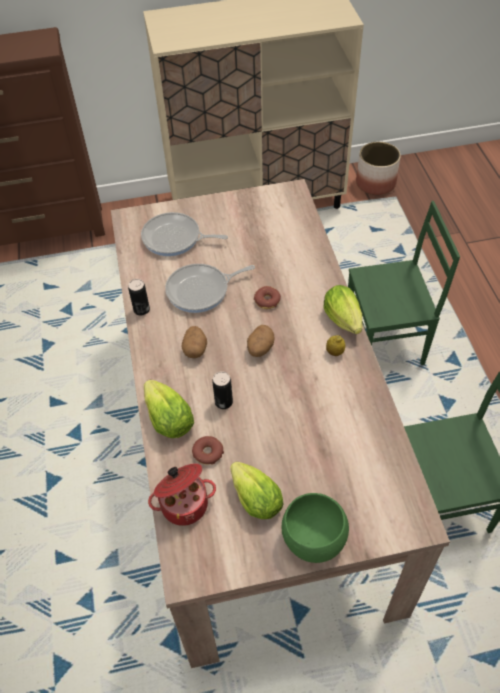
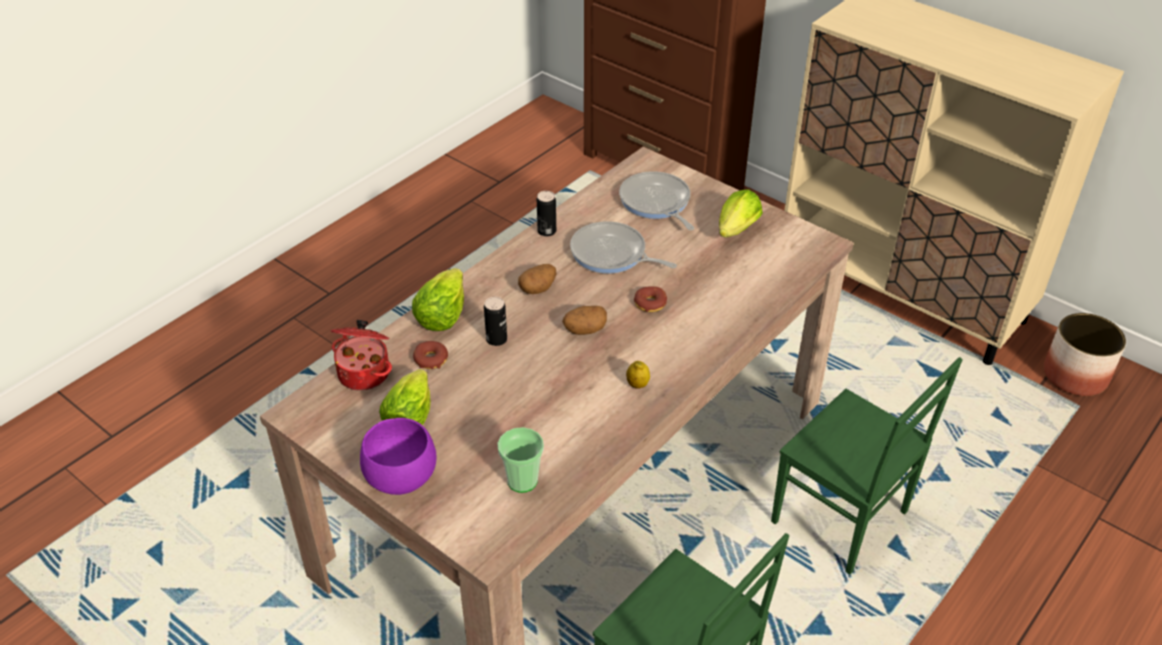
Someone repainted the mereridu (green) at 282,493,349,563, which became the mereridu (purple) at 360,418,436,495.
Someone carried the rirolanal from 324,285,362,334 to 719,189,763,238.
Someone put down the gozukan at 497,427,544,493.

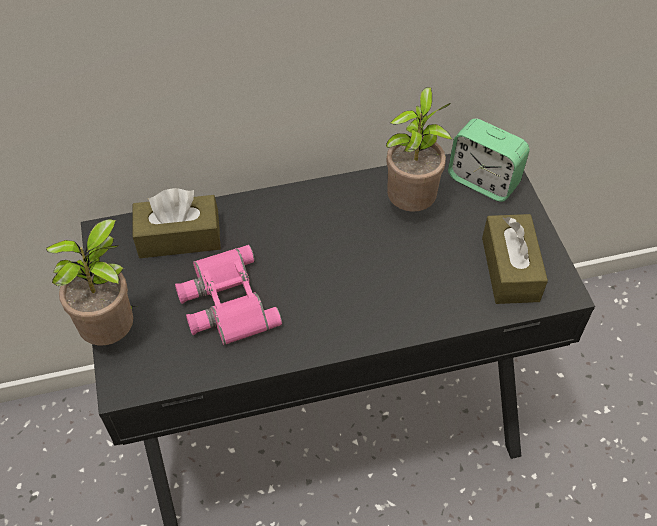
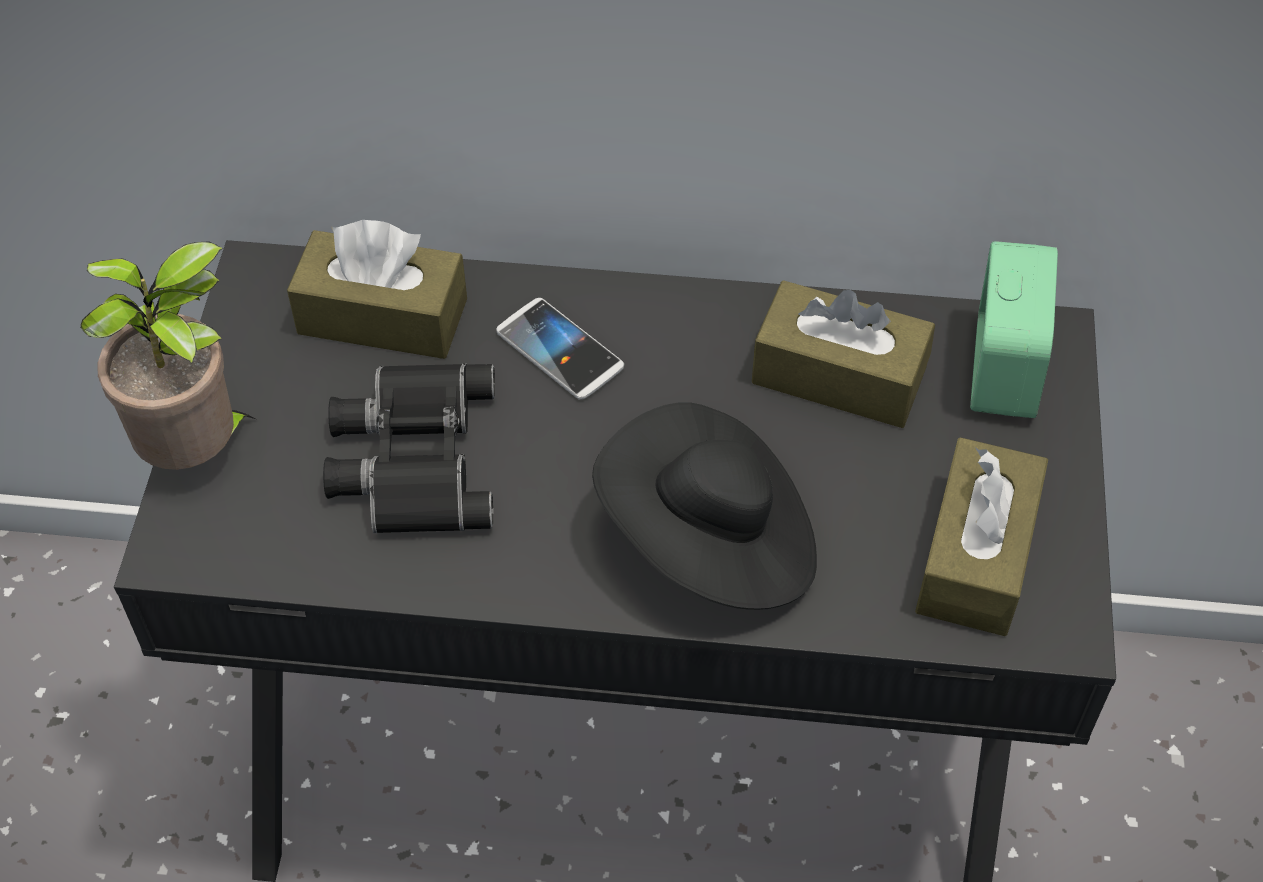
Someone repainted the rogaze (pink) at 175,245,282,345, which became the rogaze (black) at 323,363,495,533.
Someone swapped the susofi at 386,87,452,212 for the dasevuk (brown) at 752,280,935,428.
Someone rotated the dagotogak at 448,119,530,202 by 135 degrees counterclockwise.
Someone put down the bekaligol at 496,298,624,400.
Someone put down the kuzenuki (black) at 592,402,817,610.

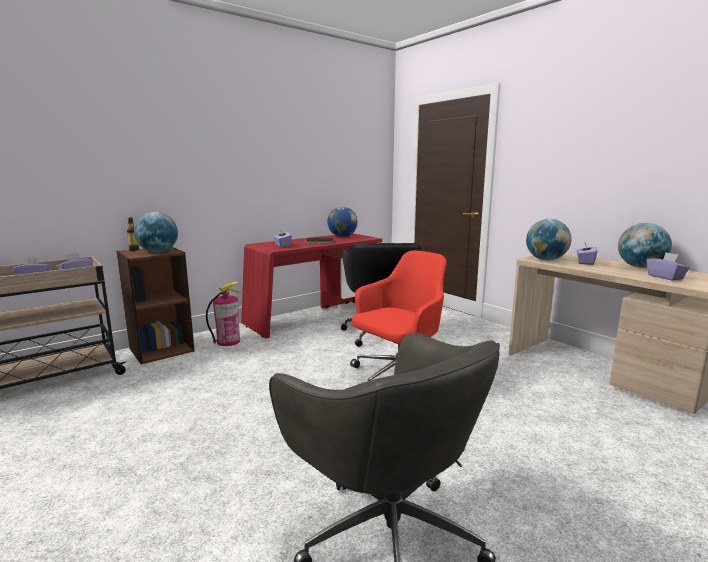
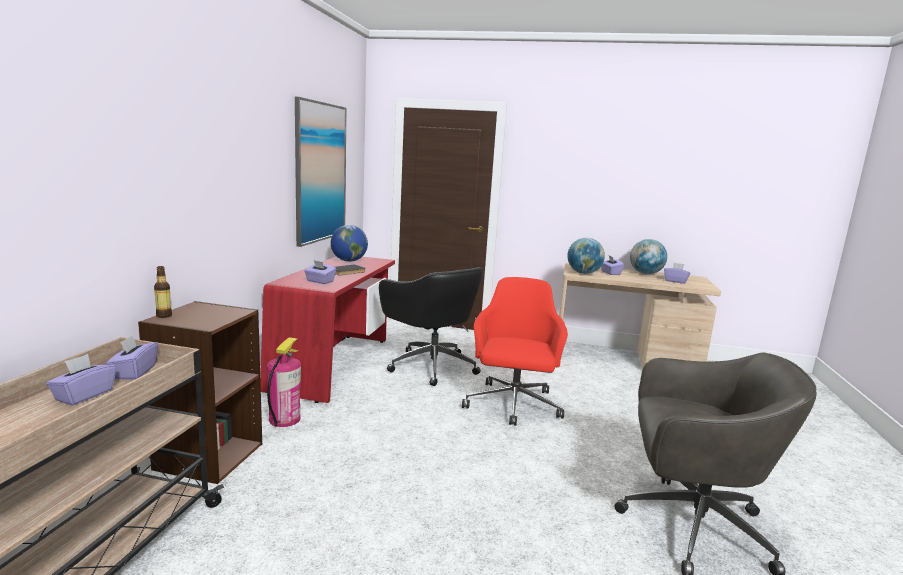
Someone took away the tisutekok at 134,212,178,252.
Someone put up the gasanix at 295,97,346,247.

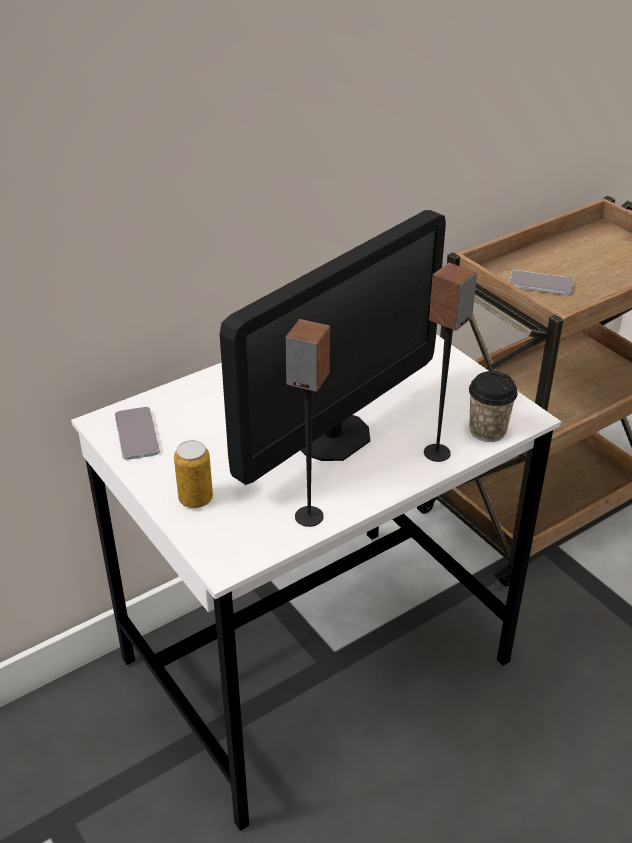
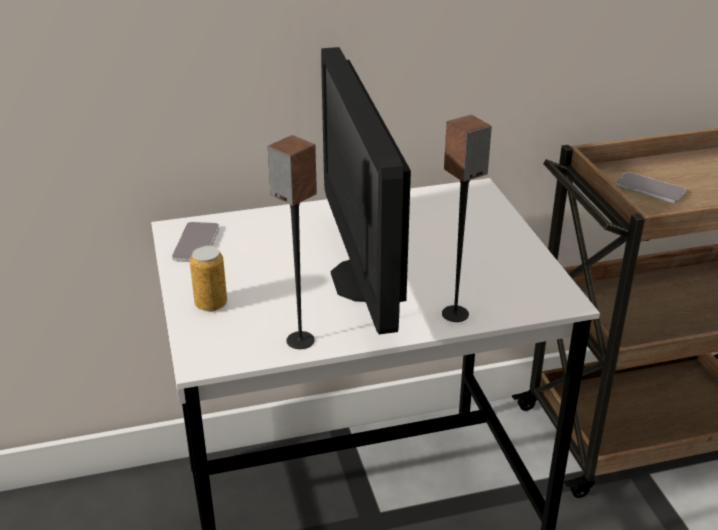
Someone rotated the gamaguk at 220,210,446,485 by 105 degrees clockwise.
Someone took away the gozukan at 469,371,518,442.

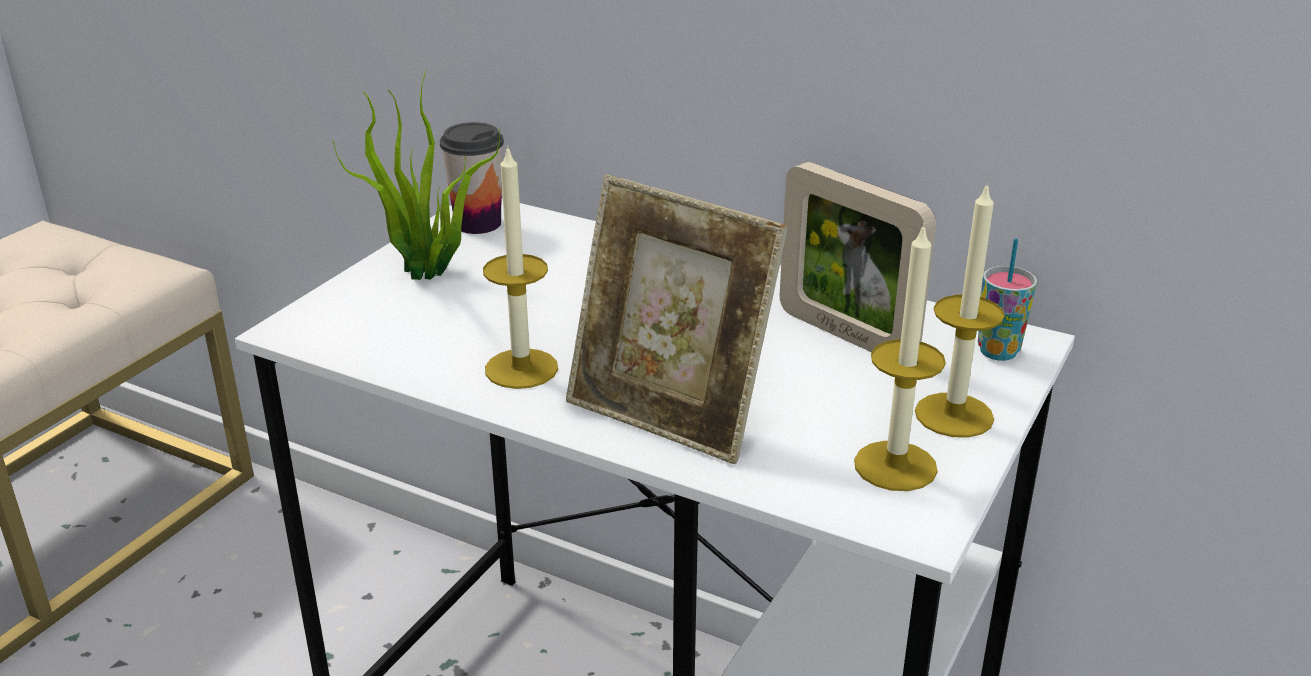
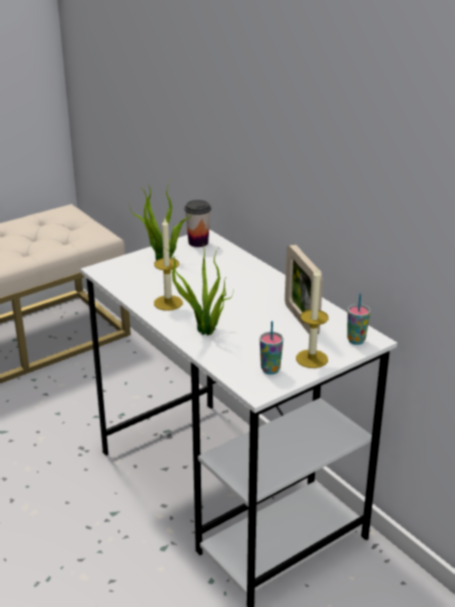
Someone swapped the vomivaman at 566,174,788,464 for the susofi at 164,246,233,336.
Someone swapped the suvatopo at 854,223,946,491 for the gozukan at 260,321,283,375.

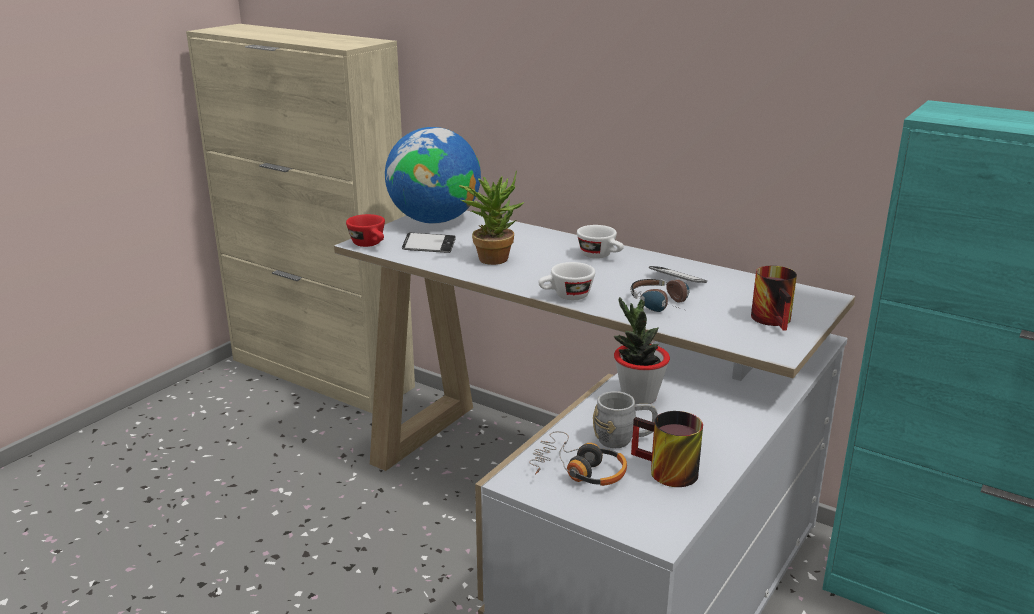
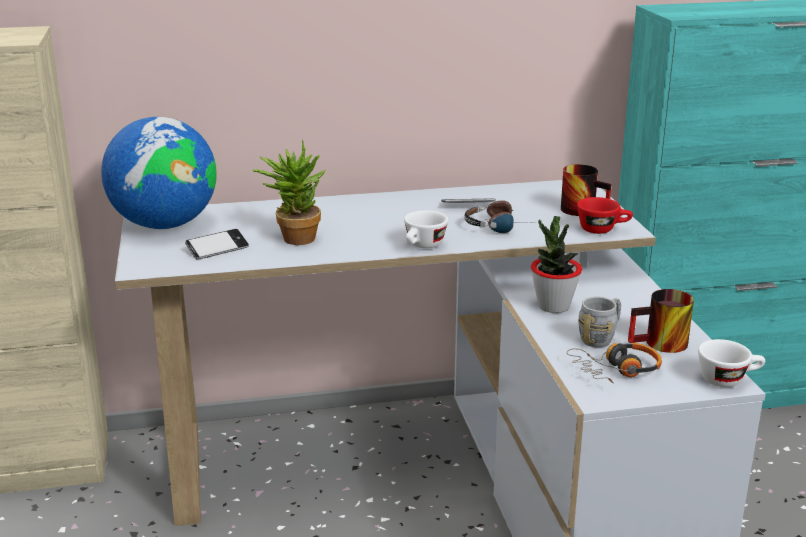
Someone carried the gozukan (red) from 346,214,385,247 to 577,197,633,234.
Someone carried the gozukan (white) from 577,225,624,259 to 698,339,765,387.

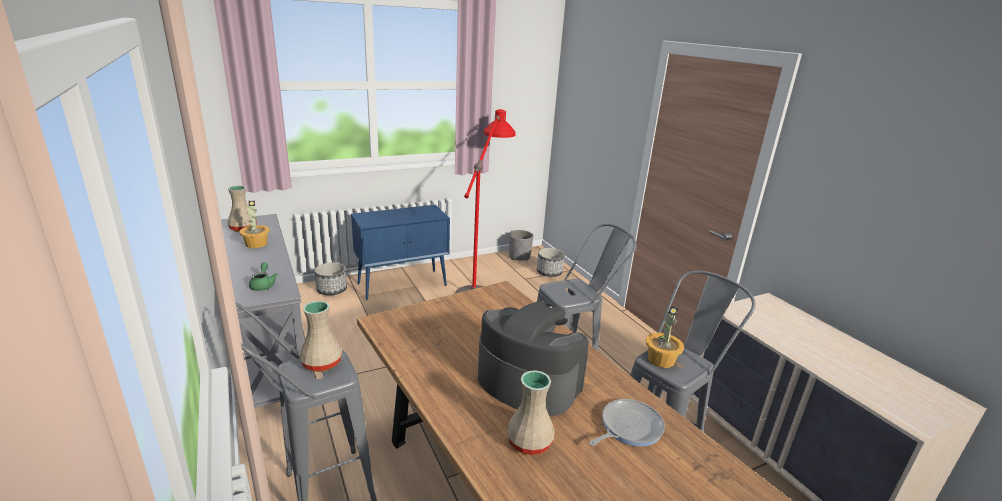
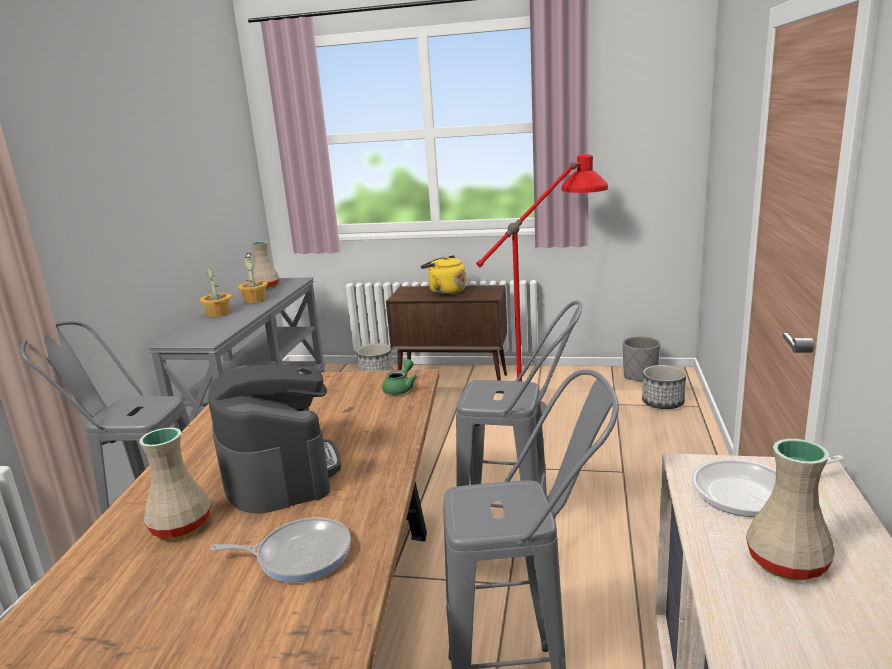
Someone carried the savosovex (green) from 249,262,278,291 to 382,359,417,395.
Someone carried the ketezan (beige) from 300,301,343,372 to 746,439,835,580.
Someone repainted the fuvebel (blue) at 351,205,450,300, which became the fuvebel (brown) at 386,285,507,394.
Someone carried the susofi from 646,306,684,368 to 200,267,232,317.
Someone put down the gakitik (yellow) at 421,255,466,295.
Someone put down the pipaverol at 692,455,844,517.

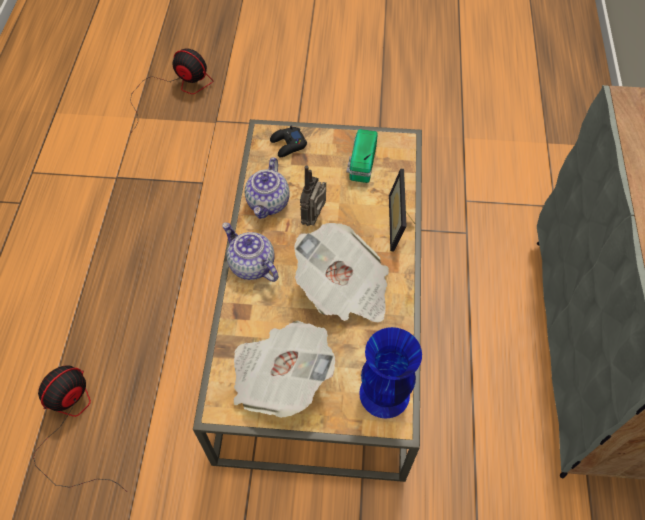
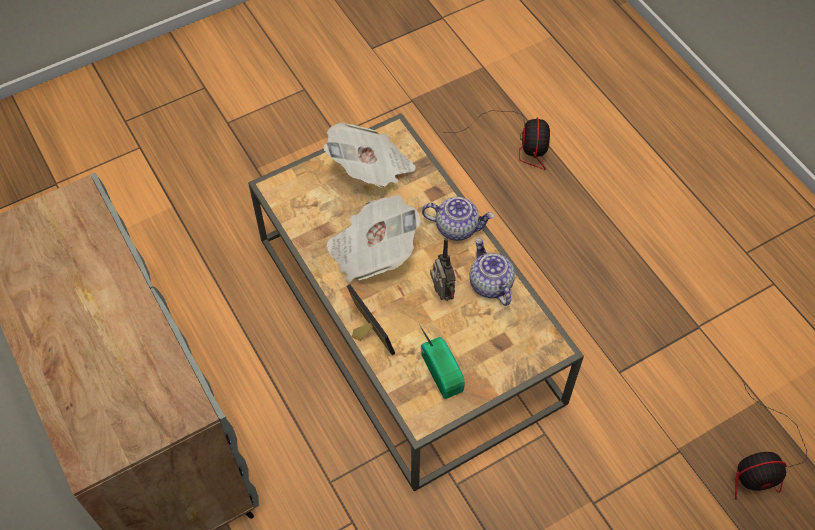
Someone took away the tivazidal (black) at 270,126,307,157.
Someone took away the ketezan (blue) at 359,327,422,418.

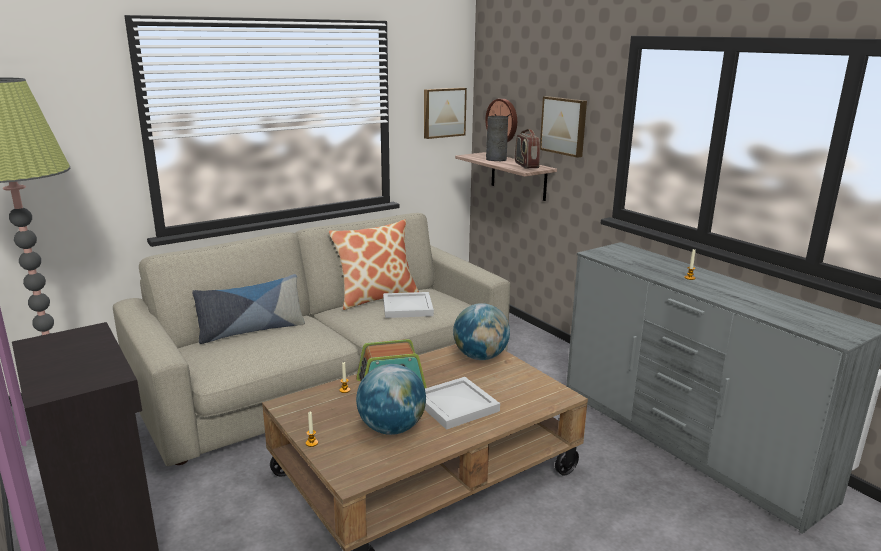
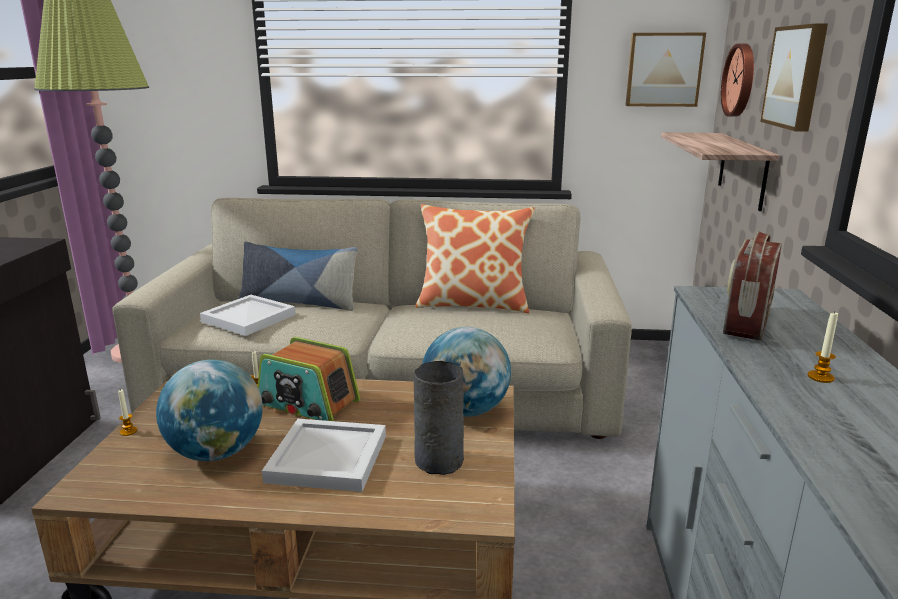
Someone carried the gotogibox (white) from 383,292,434,318 to 200,295,296,336.
Someone carried the ketezan (grey) from 486,116,508,161 to 414,361,464,475.
Someone carried the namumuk from 515,129,540,168 to 723,231,782,341.

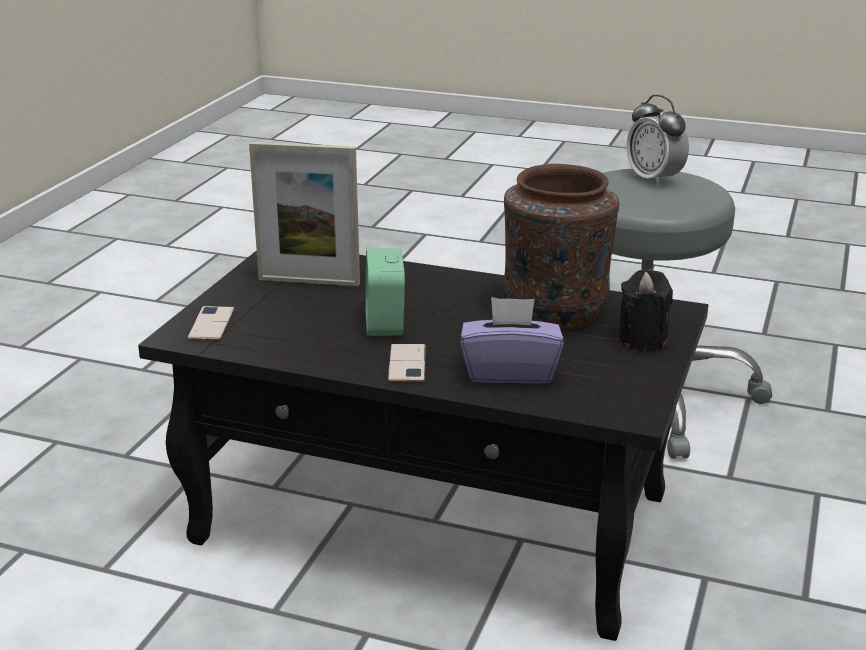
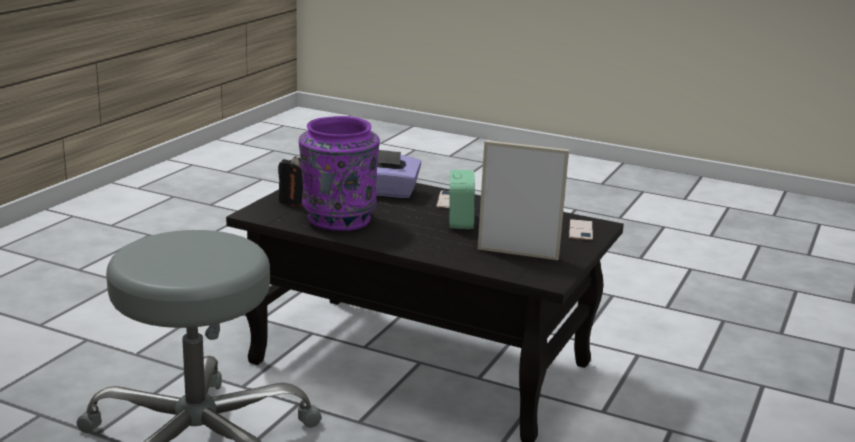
Someone repainted the ketezan (brown) at 504,164,619,331, which became the ketezan (purple) at 299,116,380,231.
Someone took away the dagotogak at 626,95,689,187.

